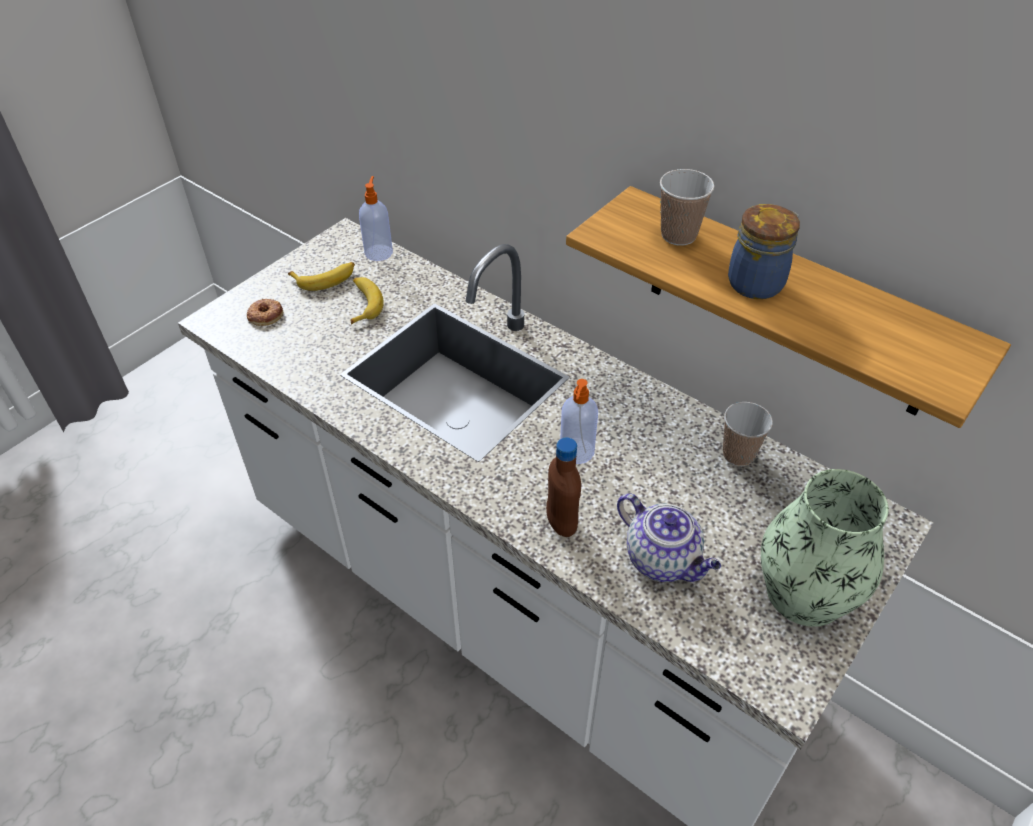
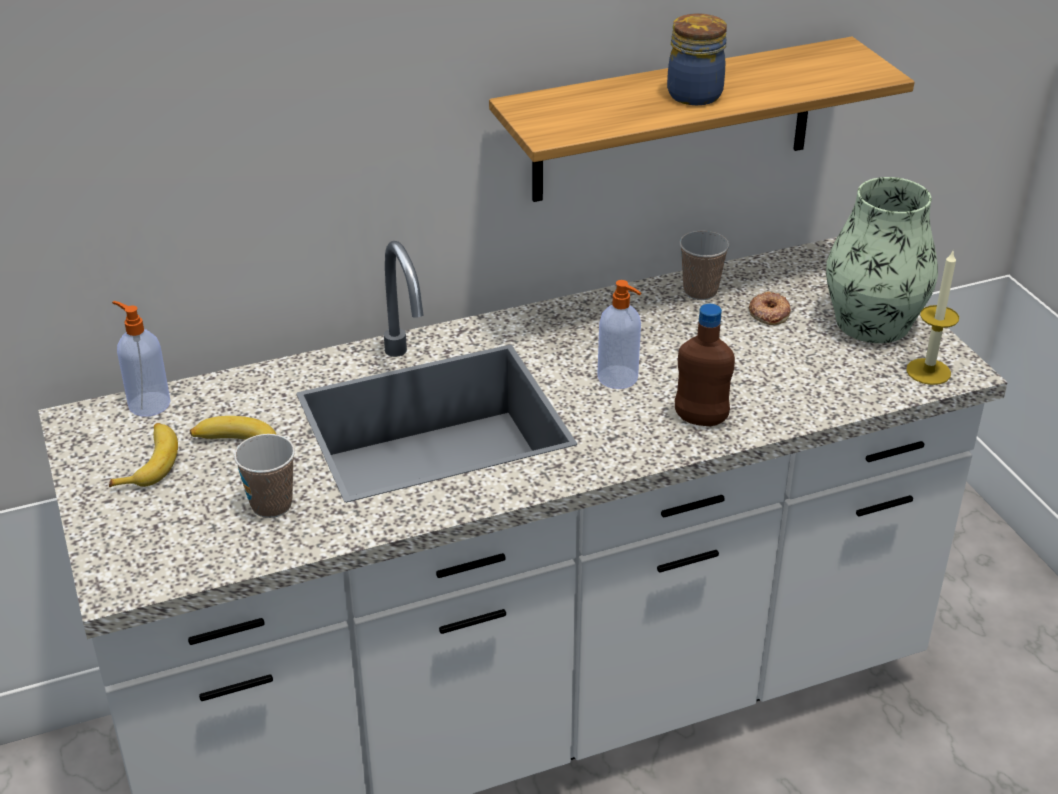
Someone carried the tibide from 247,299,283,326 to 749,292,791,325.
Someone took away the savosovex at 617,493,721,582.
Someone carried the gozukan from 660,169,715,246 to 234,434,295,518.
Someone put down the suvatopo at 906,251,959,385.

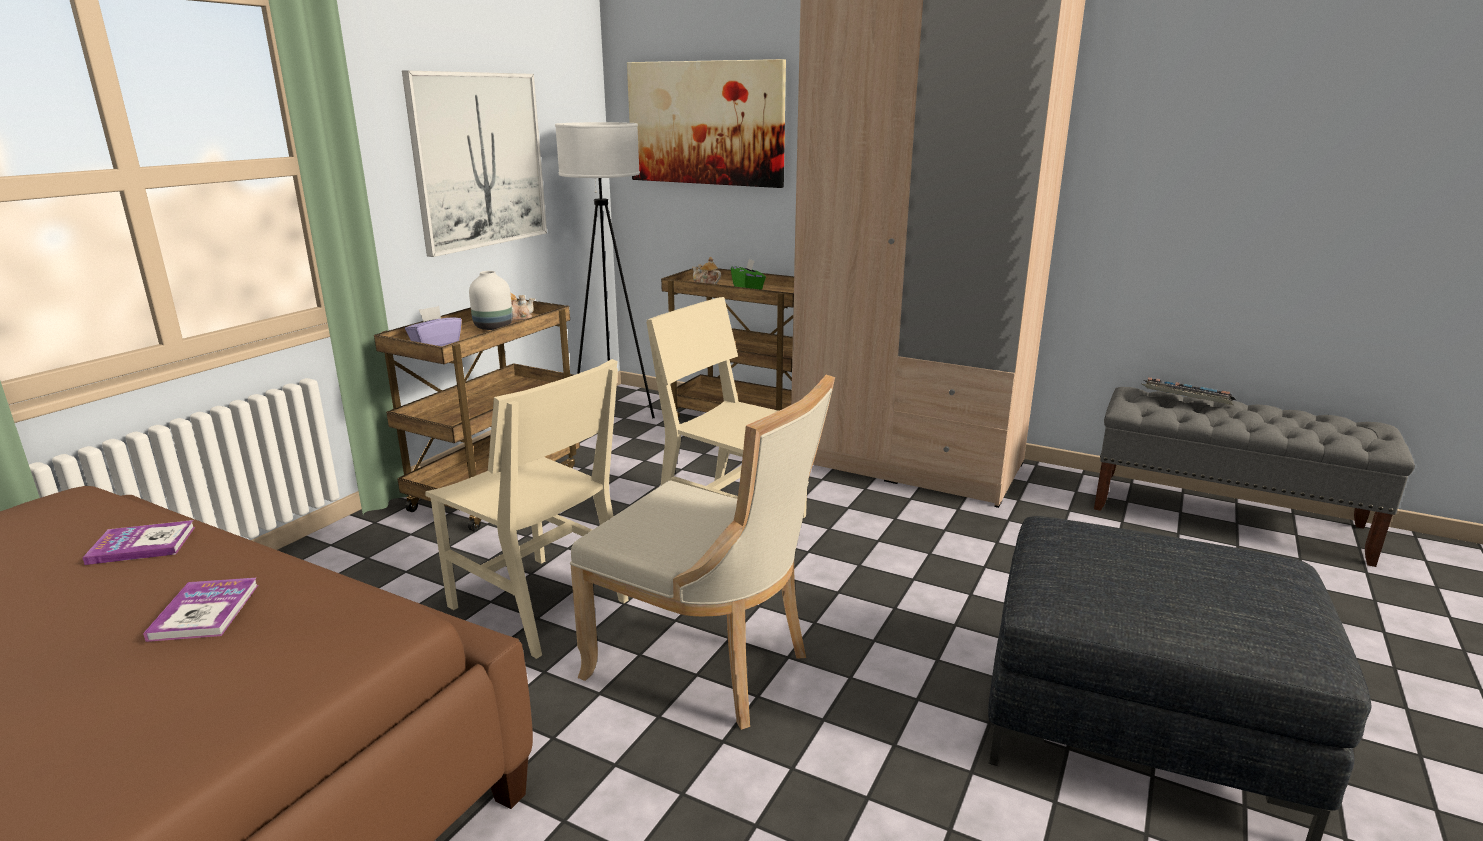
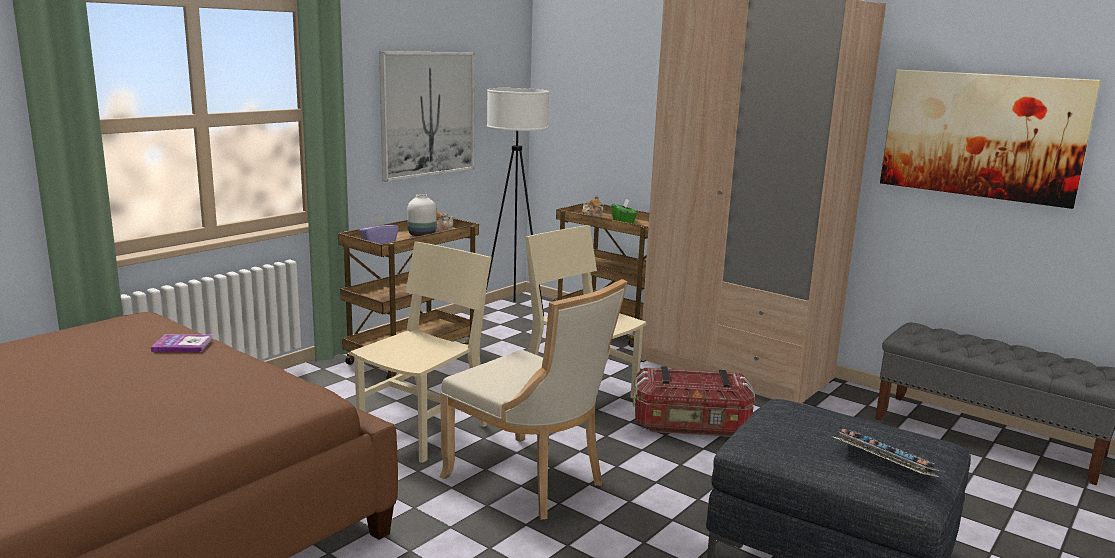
Someone took away the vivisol at 143,577,258,642.
Someone rotated the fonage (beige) at 425,359,629,659 by 105 degrees counterclockwise.
Someone carried the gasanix from 627,59,786,188 to 880,70,1101,209.
Someone carried the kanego from 1142,377,1236,405 to 831,429,942,477.
Someone put down the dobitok at 633,366,755,437.

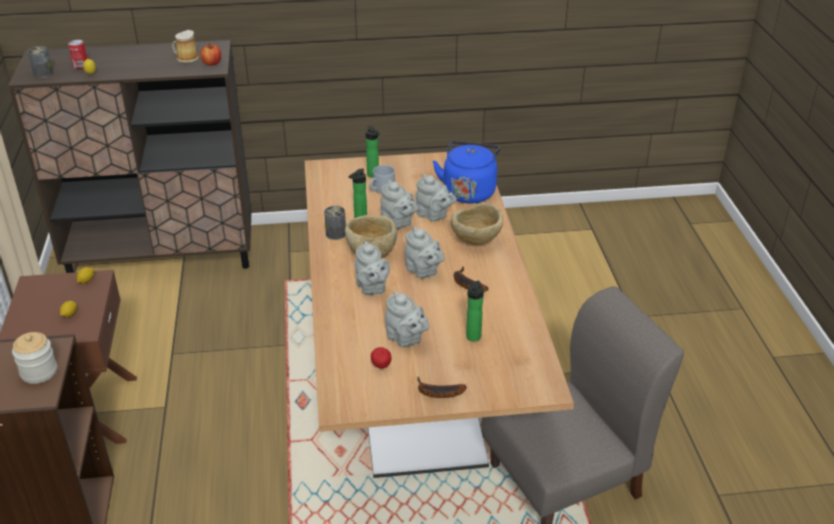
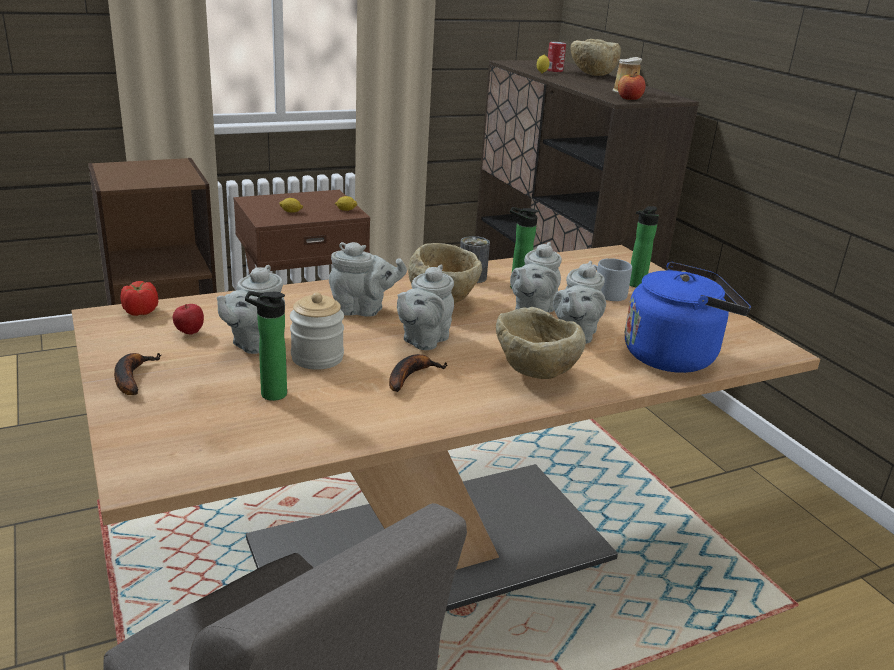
Someone carried the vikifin from 12,332,57,384 to 290,292,344,370.
Someone took away the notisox at 28,46,53,78.
Someone rotated the savosovex (grey) at 355,241,390,295 by 135 degrees counterclockwise.
Someone put down the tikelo at 120,281,158,316.
Someone put down the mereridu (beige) at 571,39,621,76.

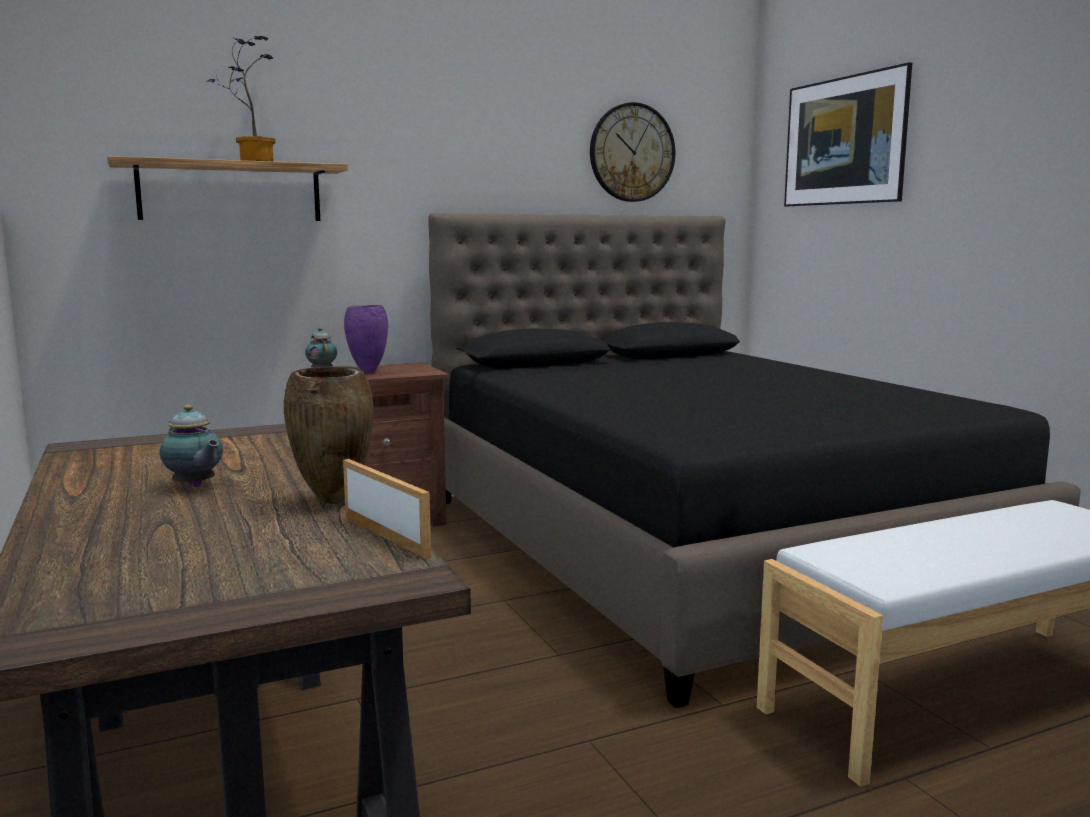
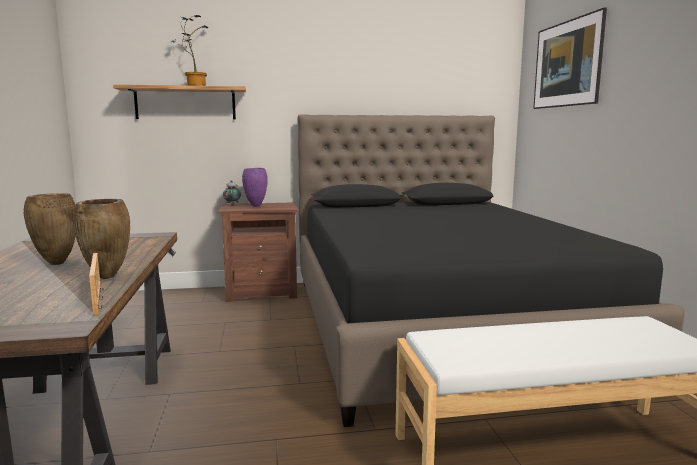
Someone swapped the savosovex at 160,405,223,487 for the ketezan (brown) at 24,193,76,265.
Someone took away the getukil at 590,102,675,202.

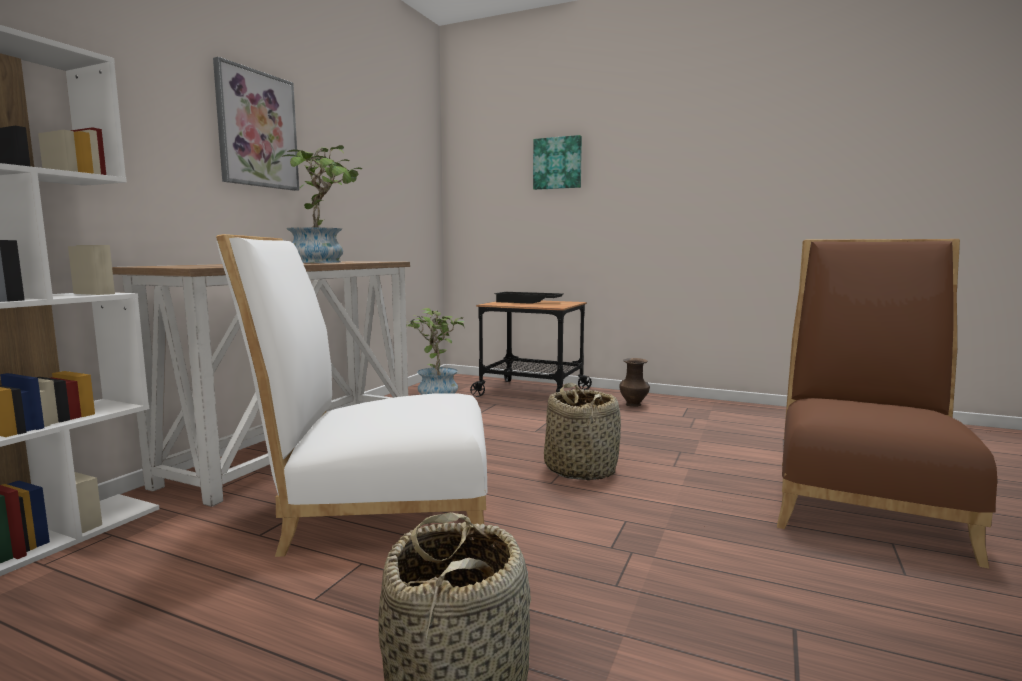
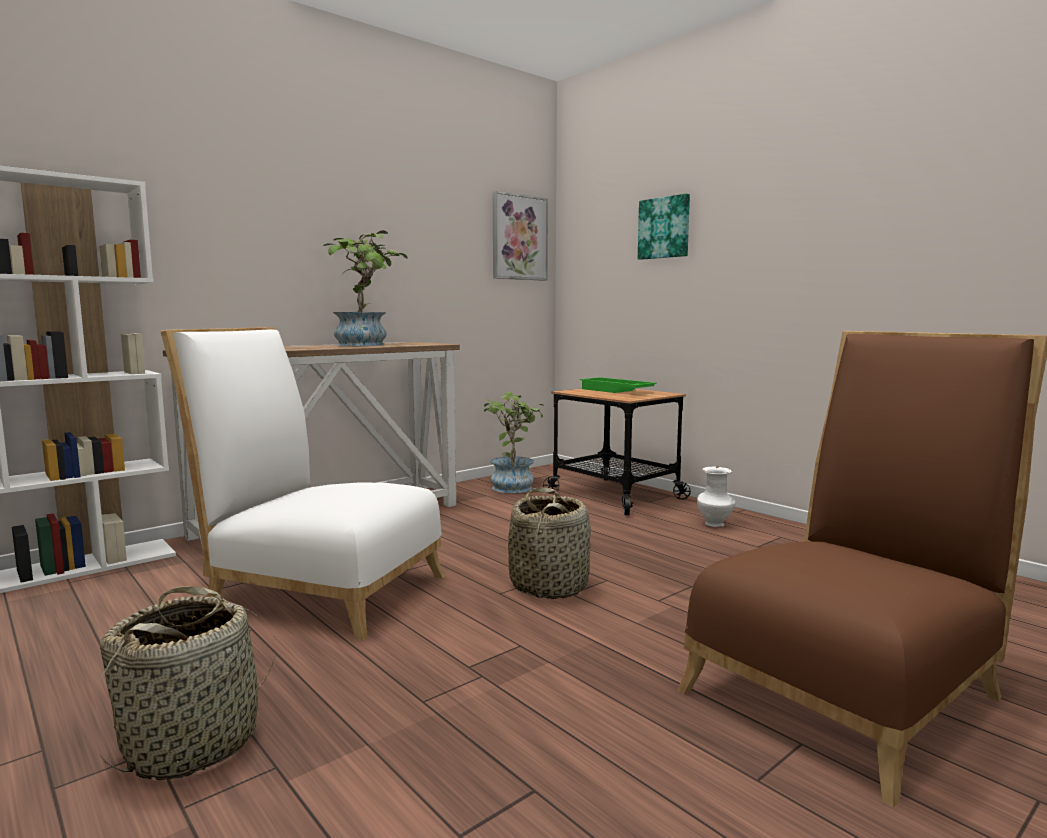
Someone carried the gasanix from 213,57,299,191 to 493,191,548,281.
Someone repainted the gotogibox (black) at 494,292,564,304, which became the gotogibox (green) at 580,377,657,393.
Someone repainted the ketezan (brown) at 619,358,650,407, which became the ketezan (white) at 697,467,736,527.

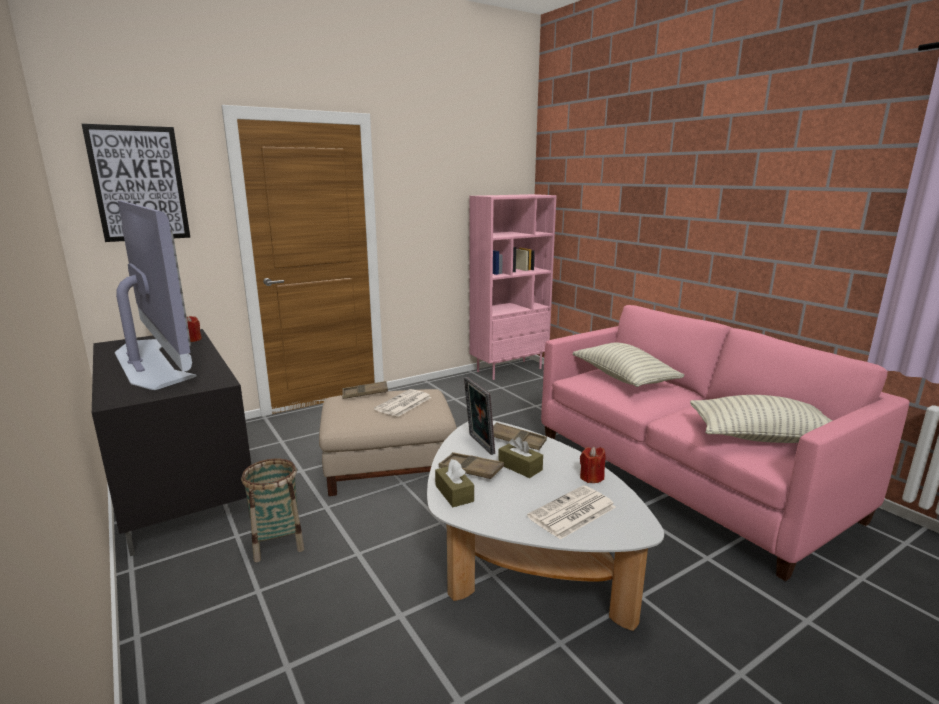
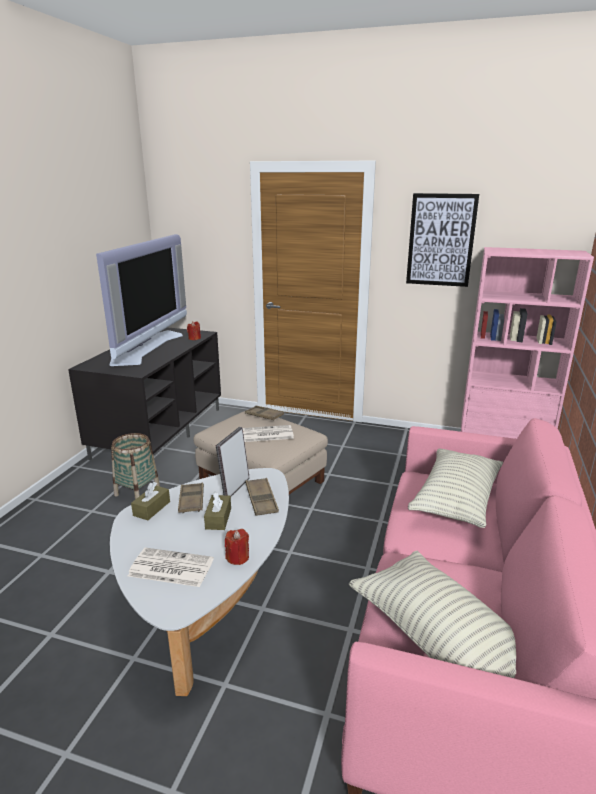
Someone carried the gasanix from 82,124,190,242 to 406,193,479,287.

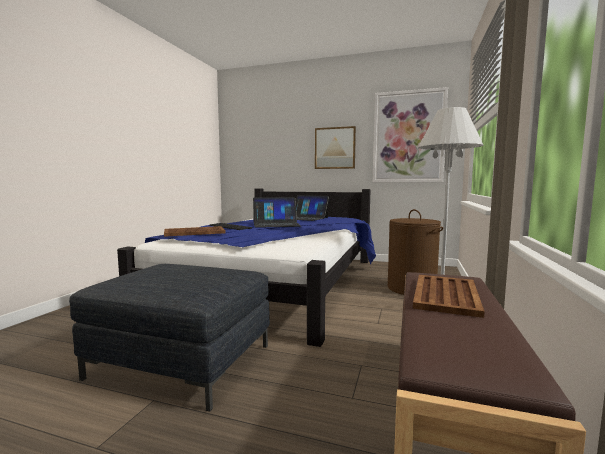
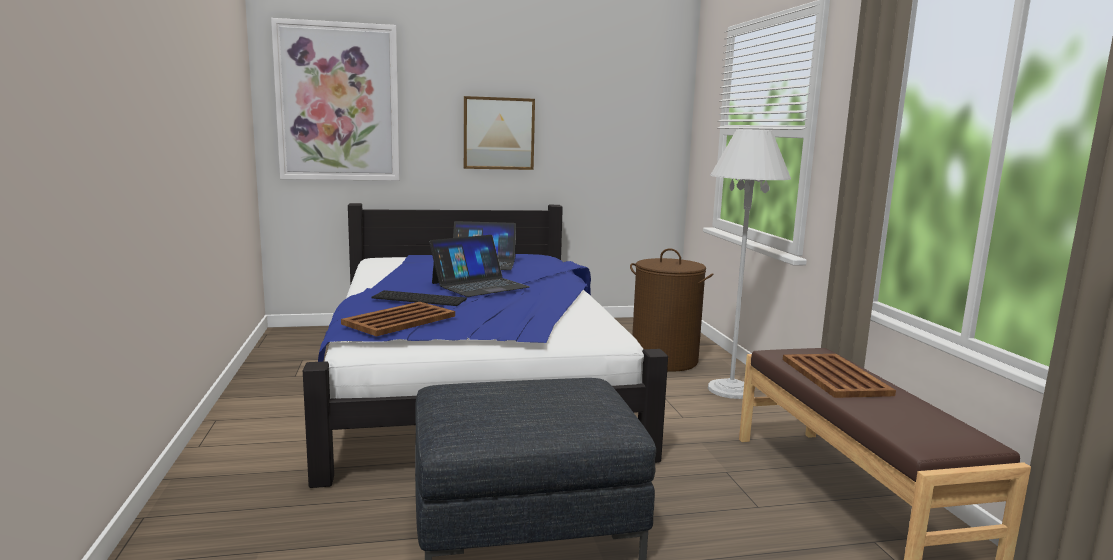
Someone carried the gasanix from 373,87,448,183 to 271,18,399,181.

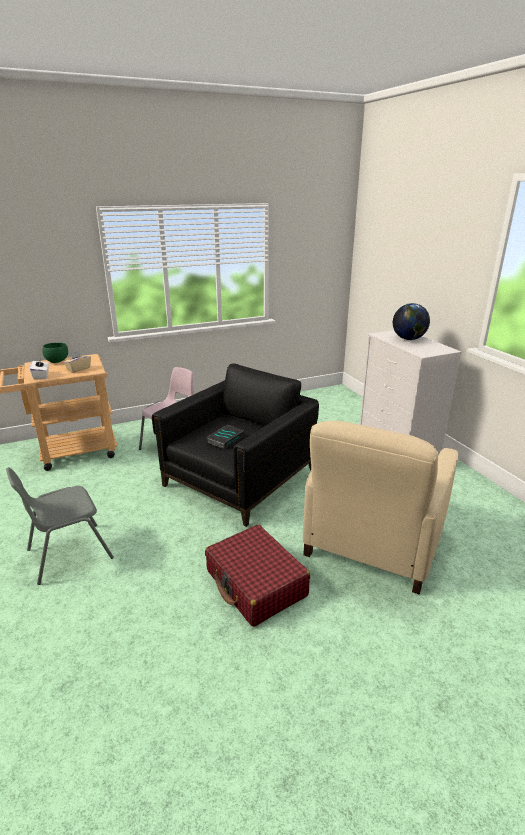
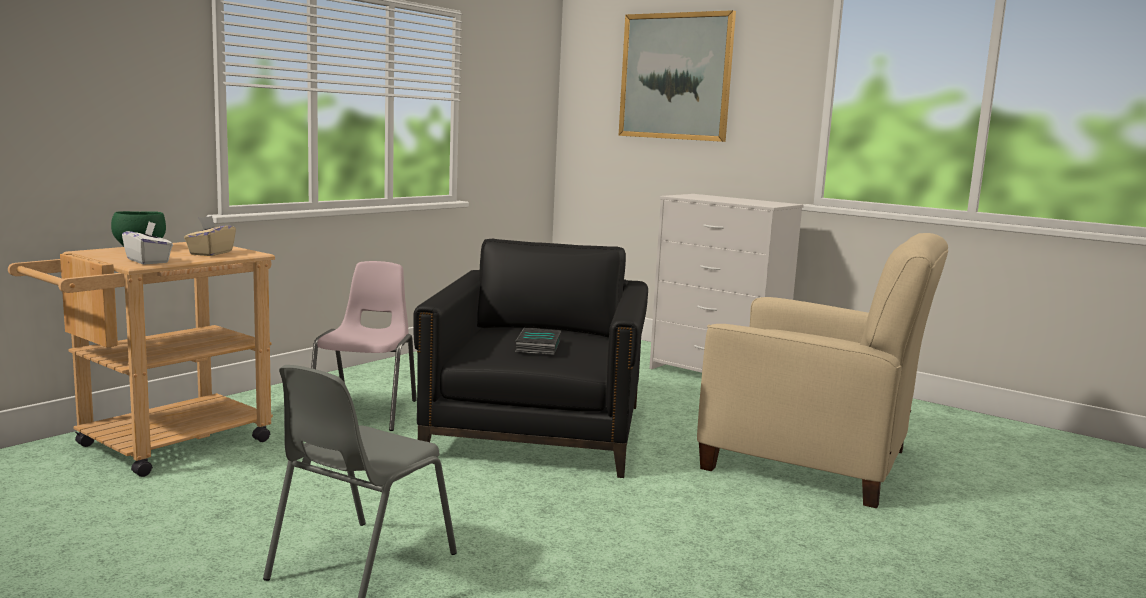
Someone took away the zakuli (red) at 205,524,310,627.
Someone rotated the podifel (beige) at 303,421,458,594 by 60 degrees counterclockwise.
Someone took away the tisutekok at 393,303,430,340.
Someone put up the gasanix at 618,10,736,142.

